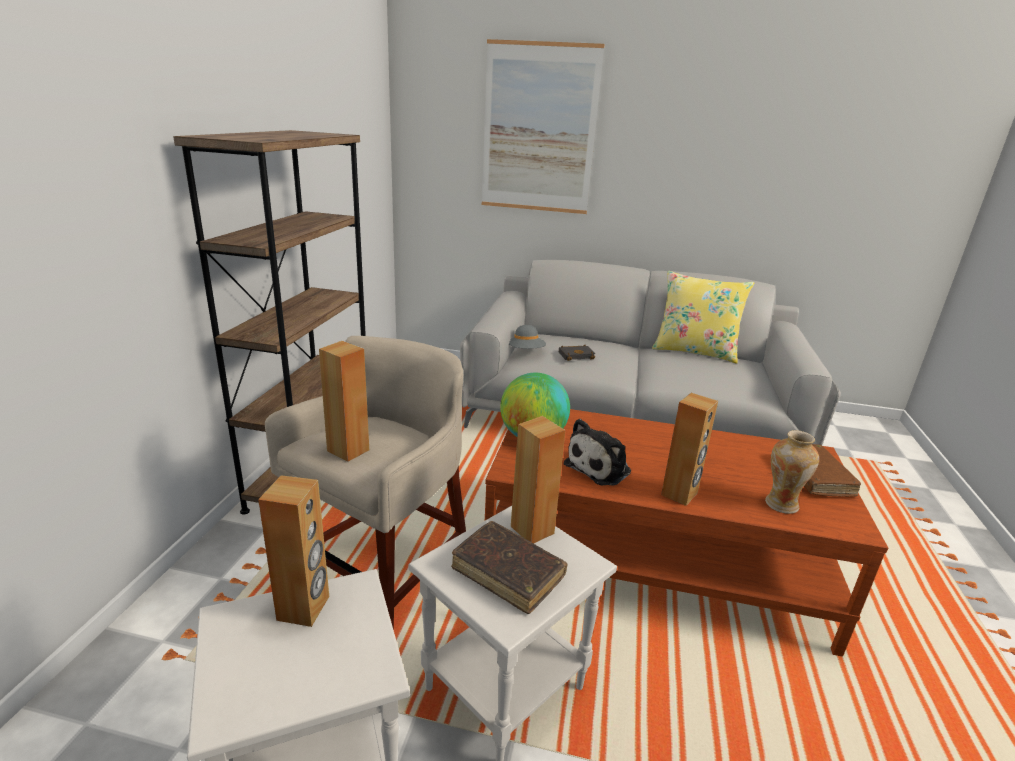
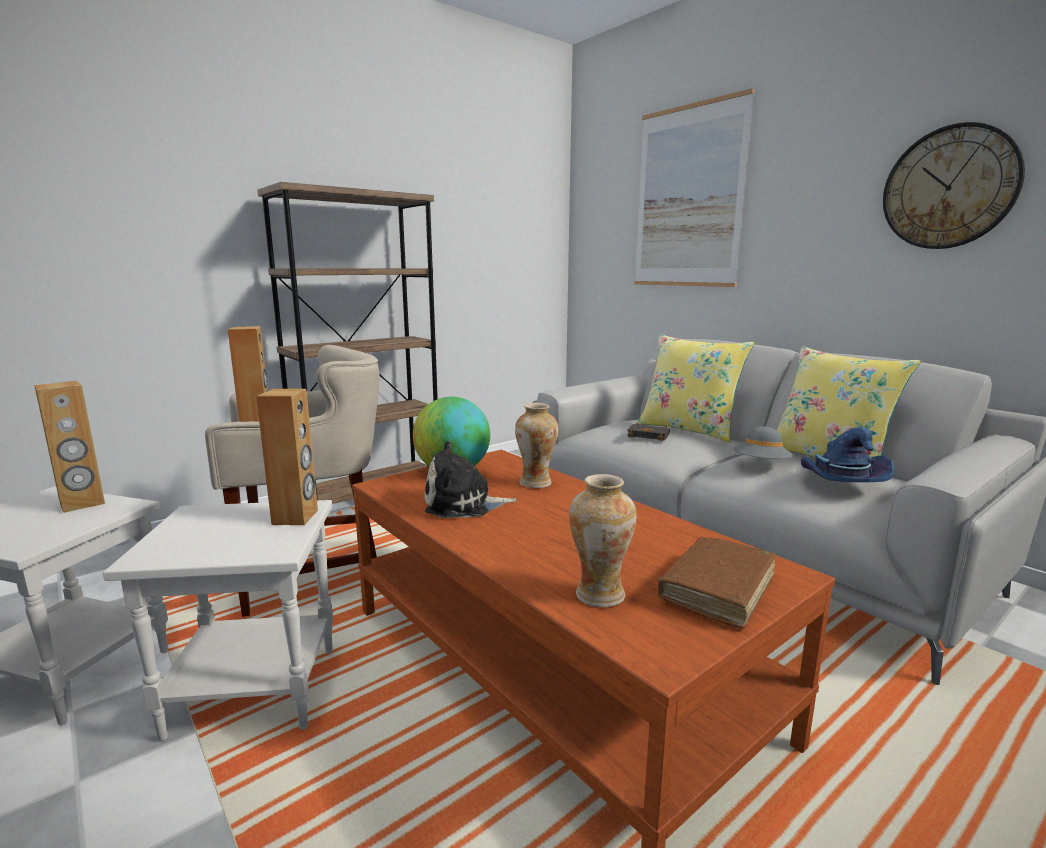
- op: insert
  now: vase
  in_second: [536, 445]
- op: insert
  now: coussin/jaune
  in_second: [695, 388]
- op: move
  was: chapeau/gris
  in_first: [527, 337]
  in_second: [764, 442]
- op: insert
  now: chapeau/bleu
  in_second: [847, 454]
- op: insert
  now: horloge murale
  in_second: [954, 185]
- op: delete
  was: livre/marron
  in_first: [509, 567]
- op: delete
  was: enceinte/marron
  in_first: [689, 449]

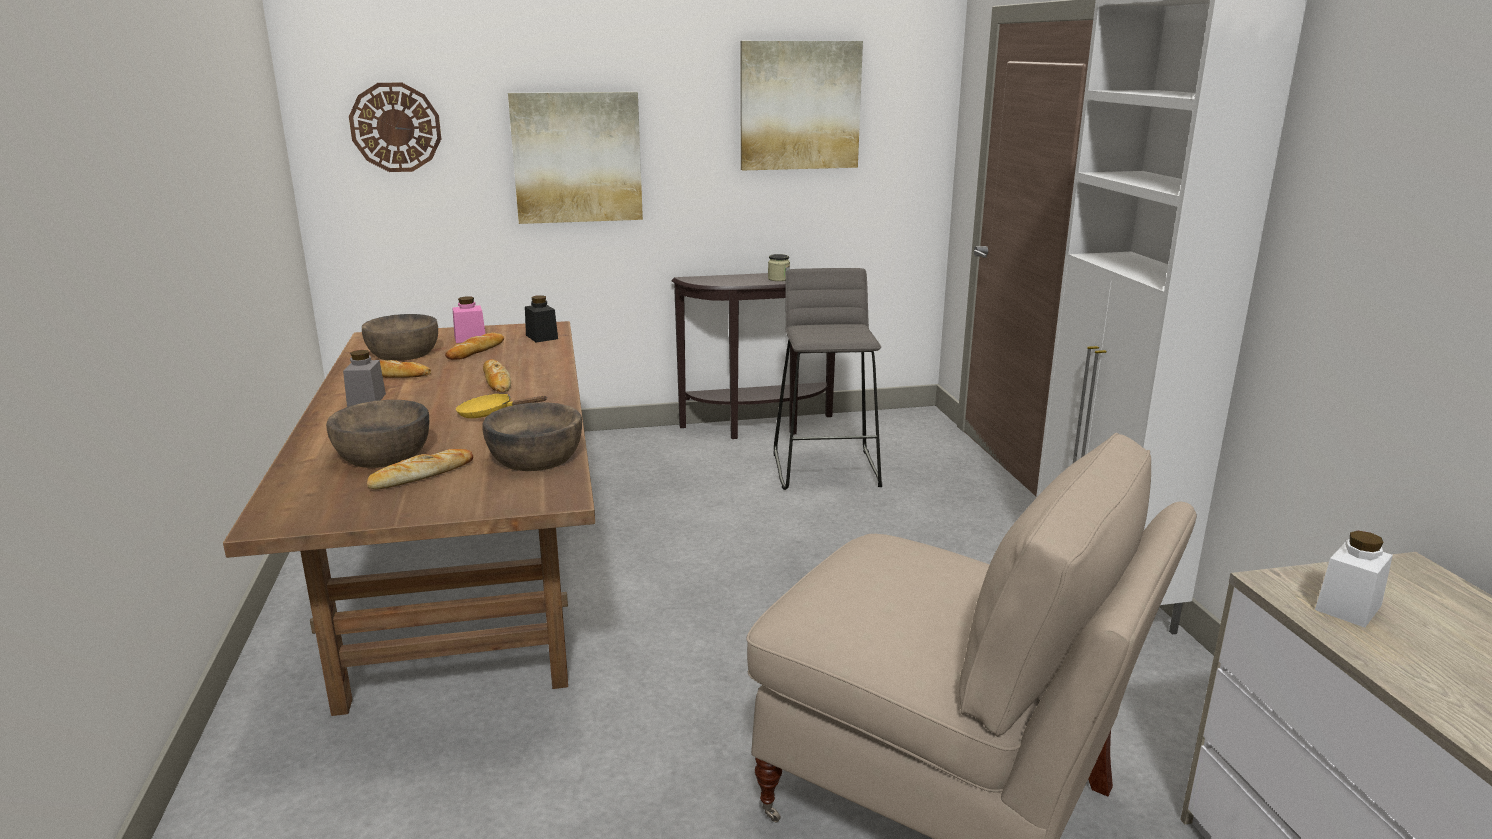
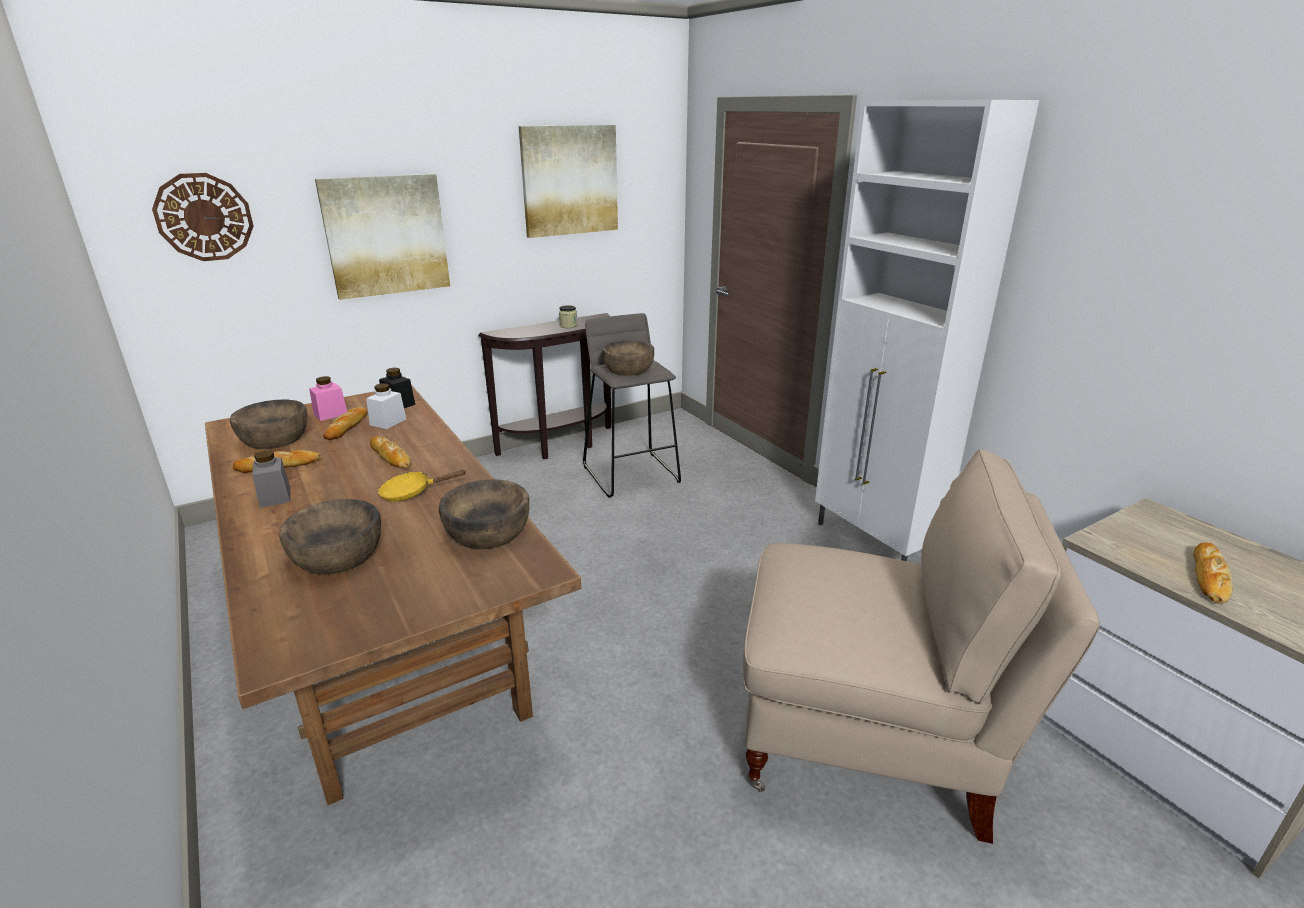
- op: move
  was: bocal/blanc
  in_first: [1354, 579]
  in_second: [386, 406]
- op: insert
  now: bol/marron
  in_second: [628, 358]
- op: move
  was: pain
  in_first: [420, 469]
  in_second: [1213, 573]

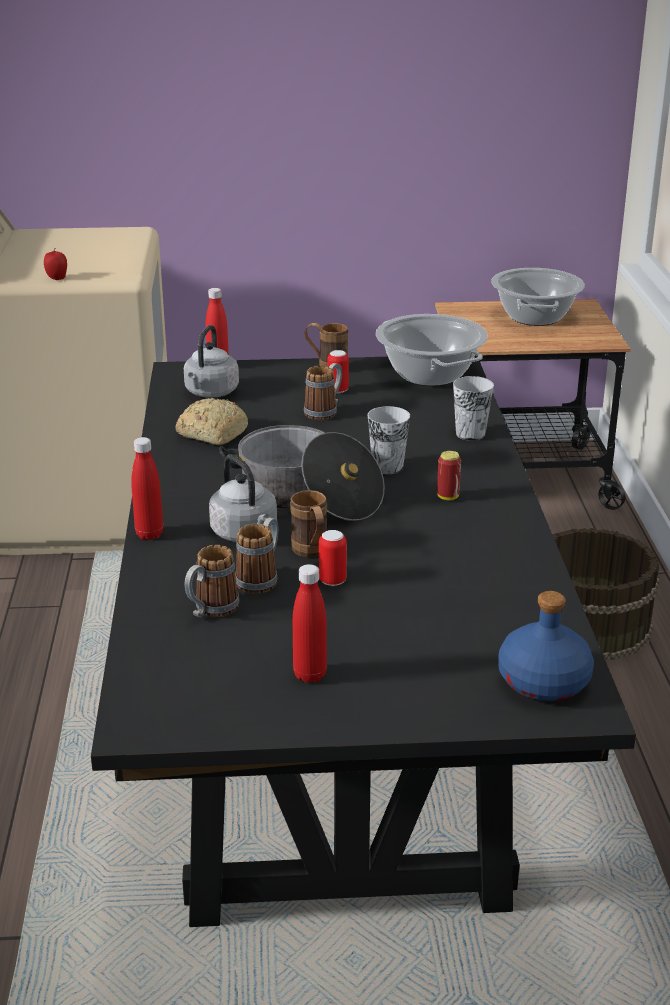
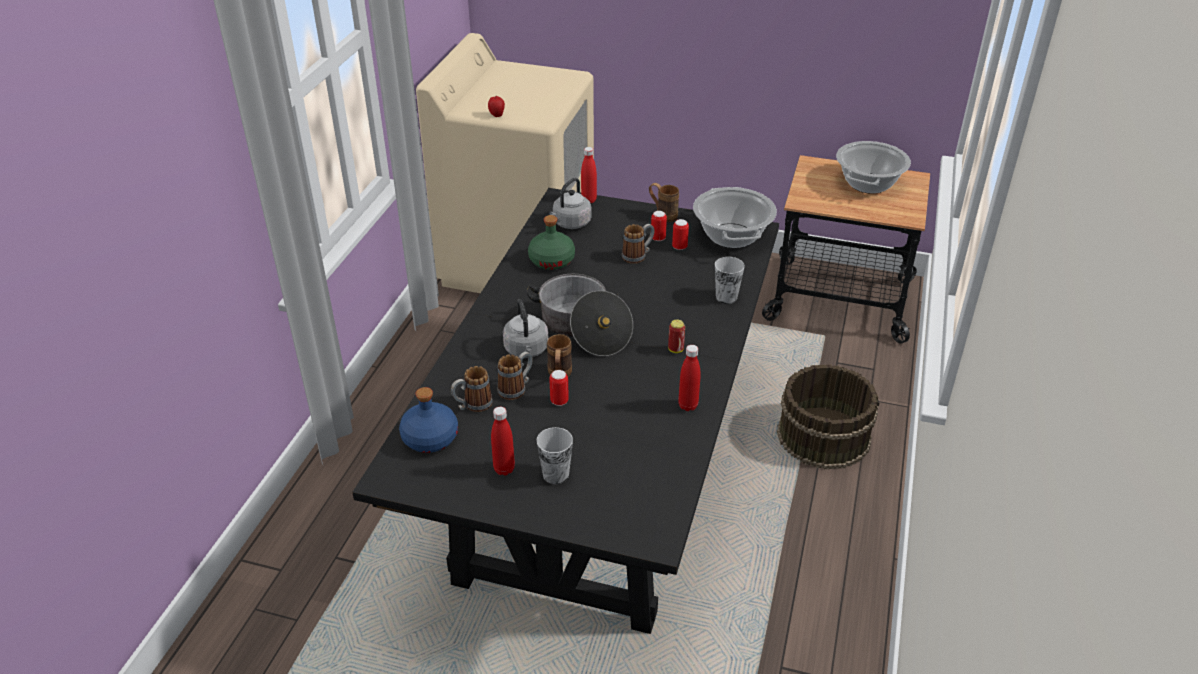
- op: move
  was: bouteille/bleu
  in_first: [546, 646]
  in_second: [428, 420]
- op: replace
  was: pain
  now: bouteille/vert
  in_first: [211, 421]
  in_second: [551, 242]
- op: move
  was: tasse
  in_first: [388, 440]
  in_second: [555, 455]
- op: insert
  now: boîte métallique
  in_second: [680, 234]
- op: move
  was: bouteille/rouge
  in_first: [147, 488]
  in_second: [689, 378]

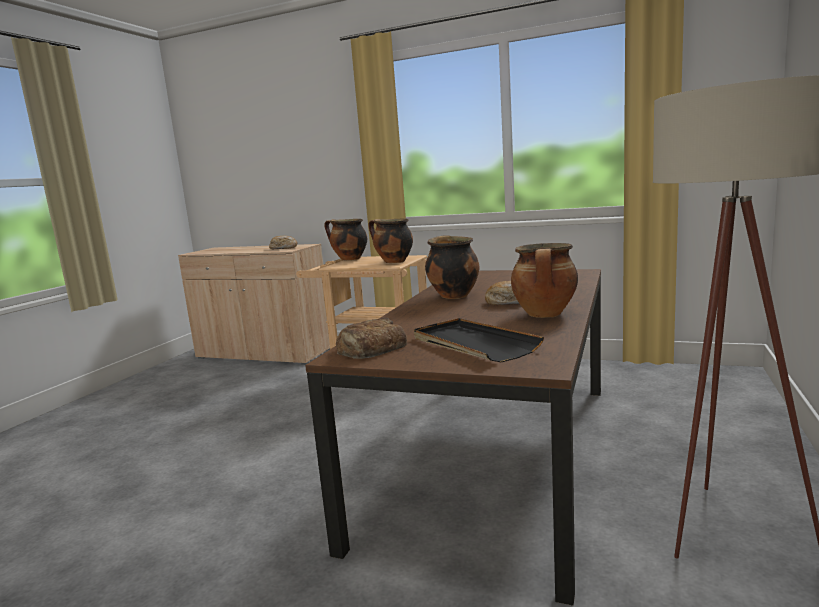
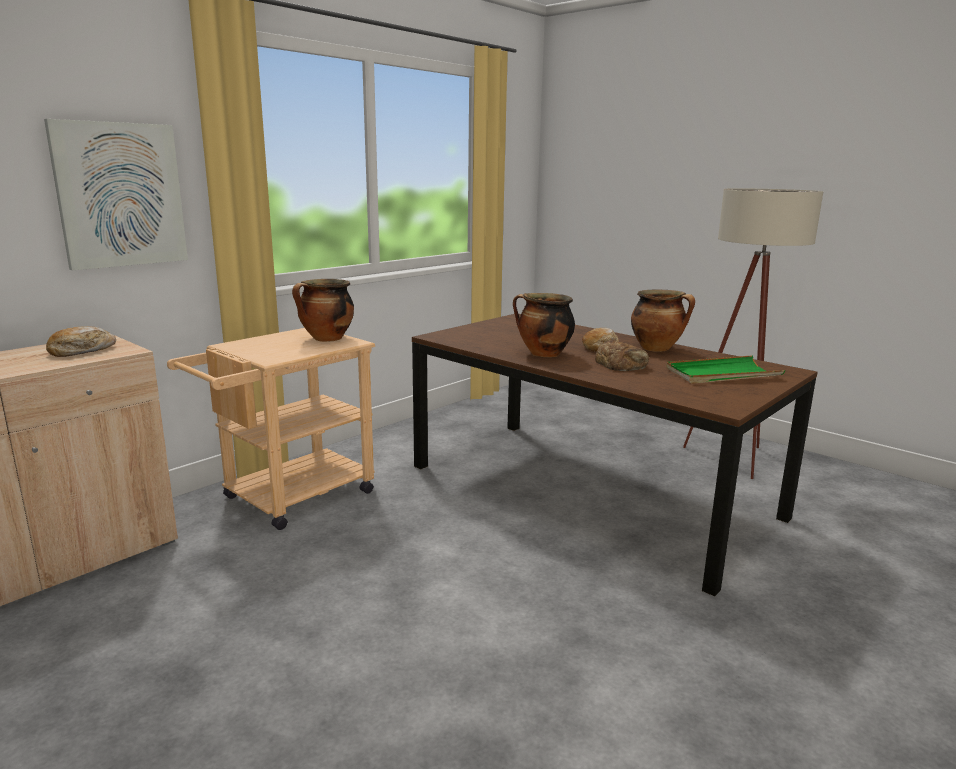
- op: insert
  now: tableau
  in_second: [116, 194]
- op: move
  was: pain
  in_first: [371, 338]
  in_second: [622, 355]
- op: recolor
  was: plateau/noir
  now: plateau/vert
  in_first: [479, 340]
  in_second: [726, 369]
- op: delete
  was: marmite
  in_first: [345, 239]

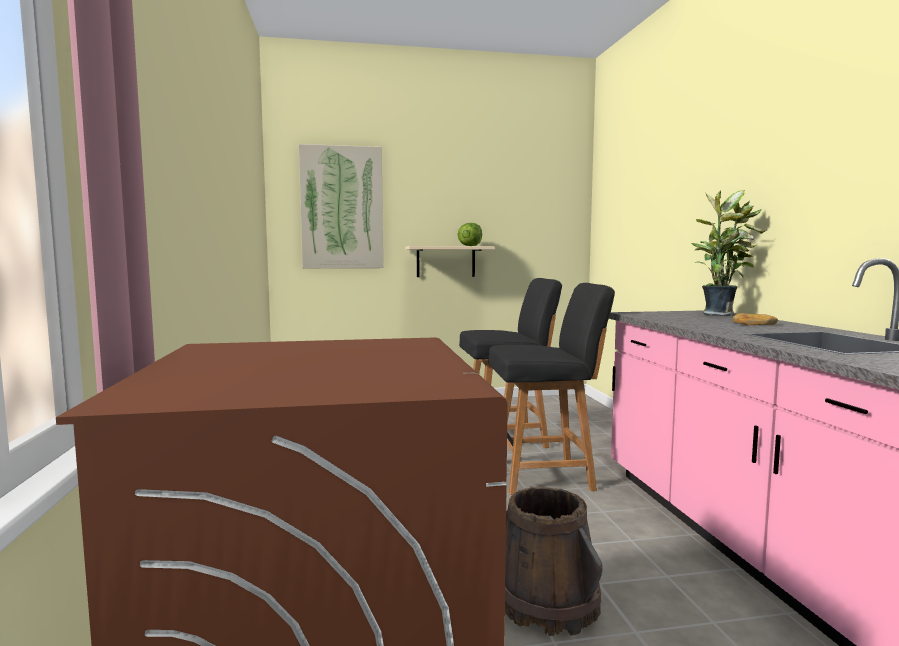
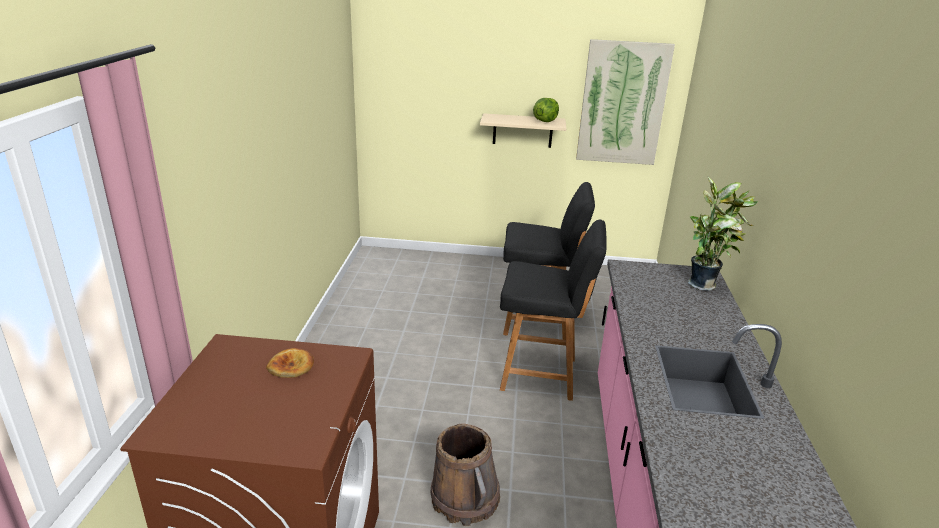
- op: move
  was: pain
  in_first: [755, 319]
  in_second: [290, 363]
- op: move
  was: tableau
  in_first: [341, 206]
  in_second: [625, 102]

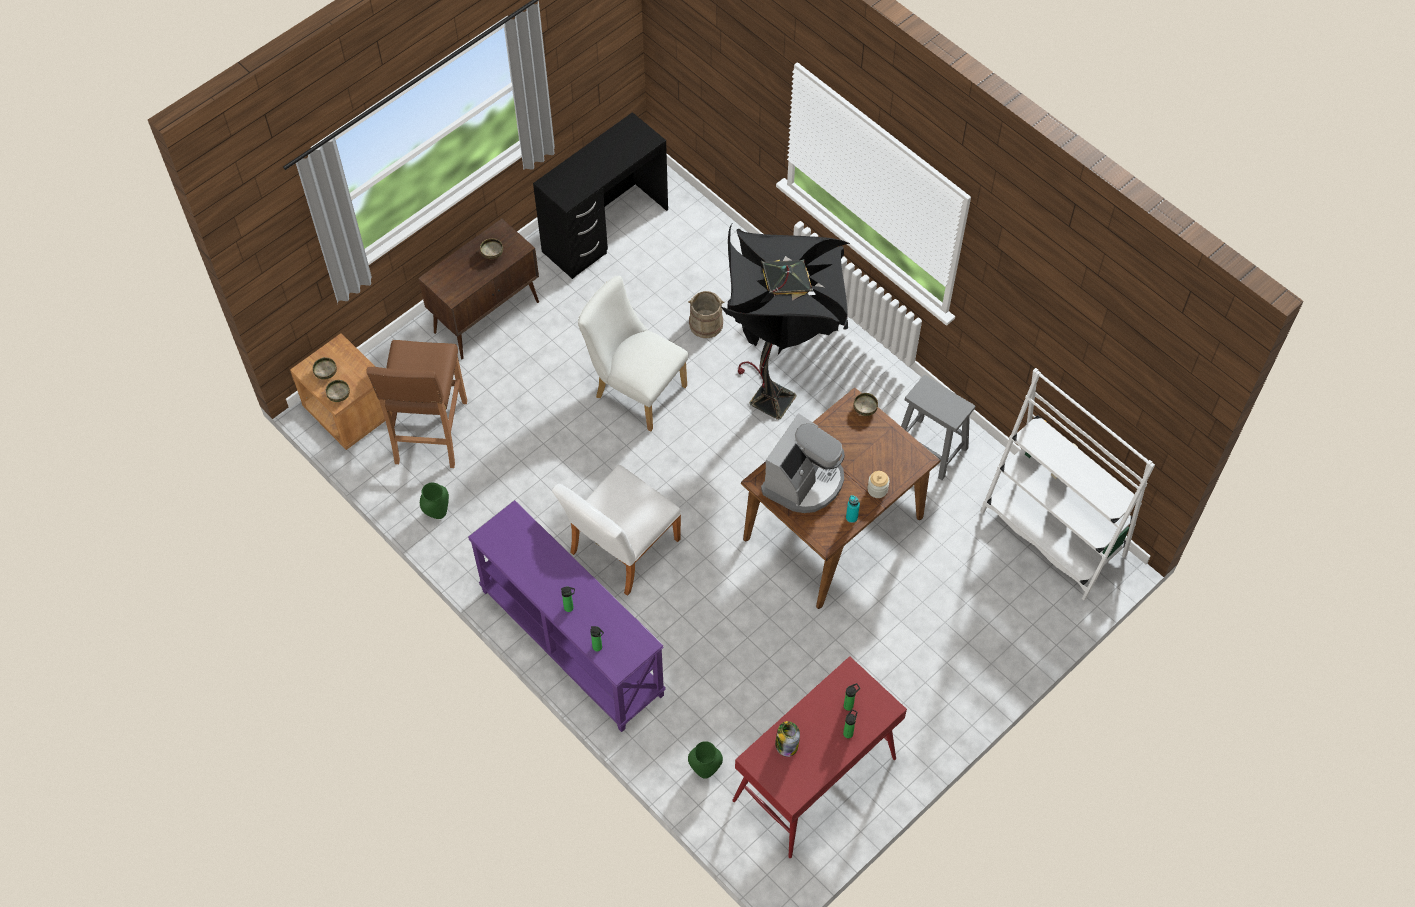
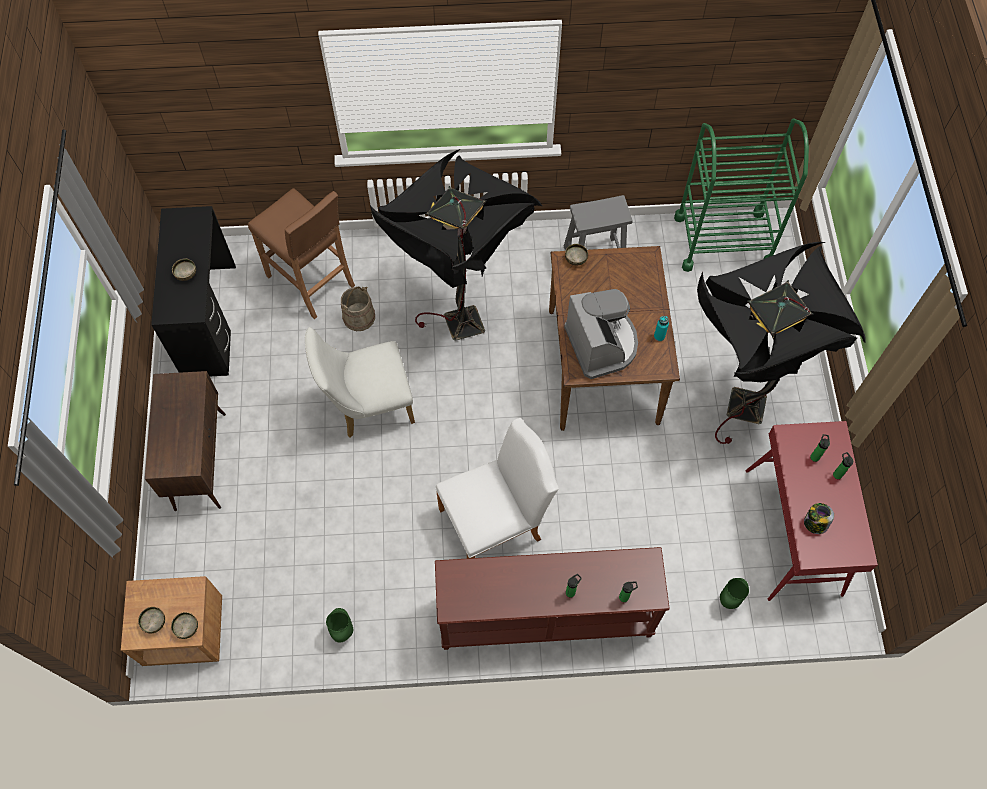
- op: move
  was: bol
  in_first: [491, 248]
  in_second: [184, 270]
- op: move
  was: tabouret/marron
  in_first: [416, 404]
  in_second: [301, 253]
- op: recolor
  was: table console/violet
  now: table console/marron
  in_first: [567, 616]
  in_second: [552, 598]
- op: rotate
  was: chaise/blanc
  in_first: [616, 530]
  in_second: [497, 488]
  clockwise: -105
- op: replace
  was: bibliothèque/blanc
  now: chariot/vert
  in_first: [1067, 484]
  in_second: [741, 195]
- op: insert
  now: lampadaire/noir
  in_second: [781, 343]
- op: delete
  was: bocal
  in_first: [878, 484]

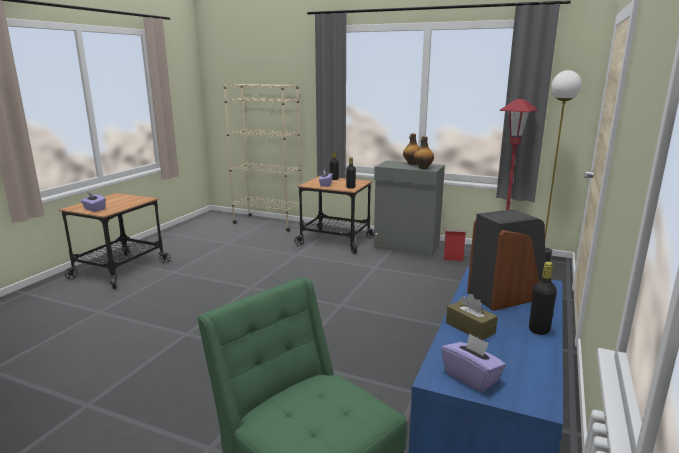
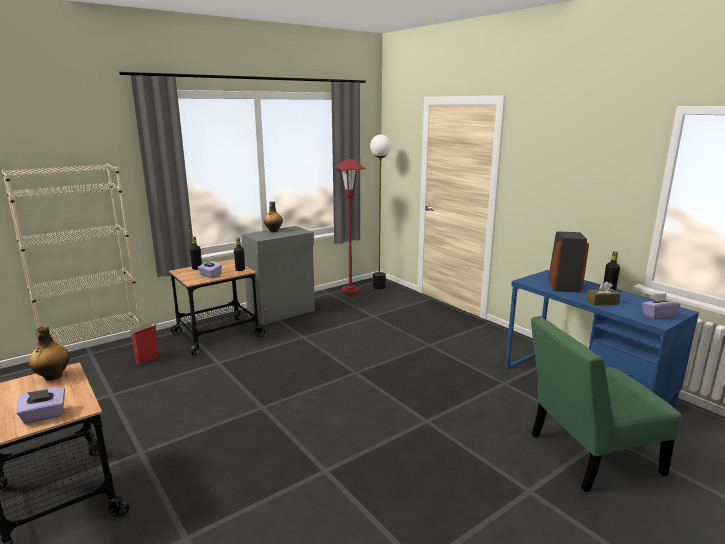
- op: move
  was: bouteille
  in_first: [424, 152]
  in_second: [49, 353]
- op: move
  was: carton
  in_first: [455, 245]
  in_second: [144, 344]

